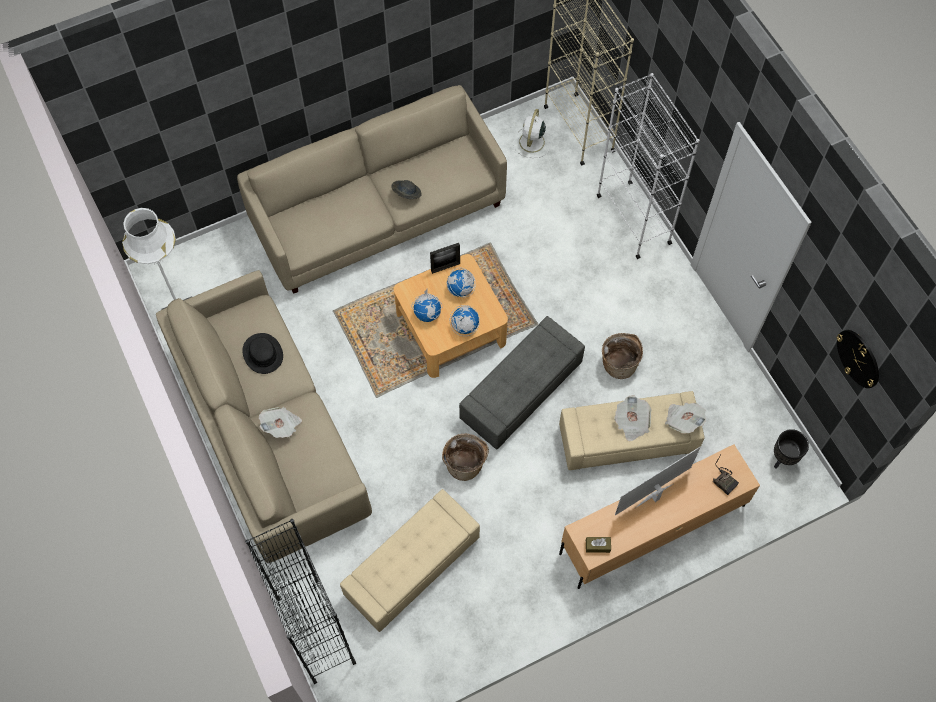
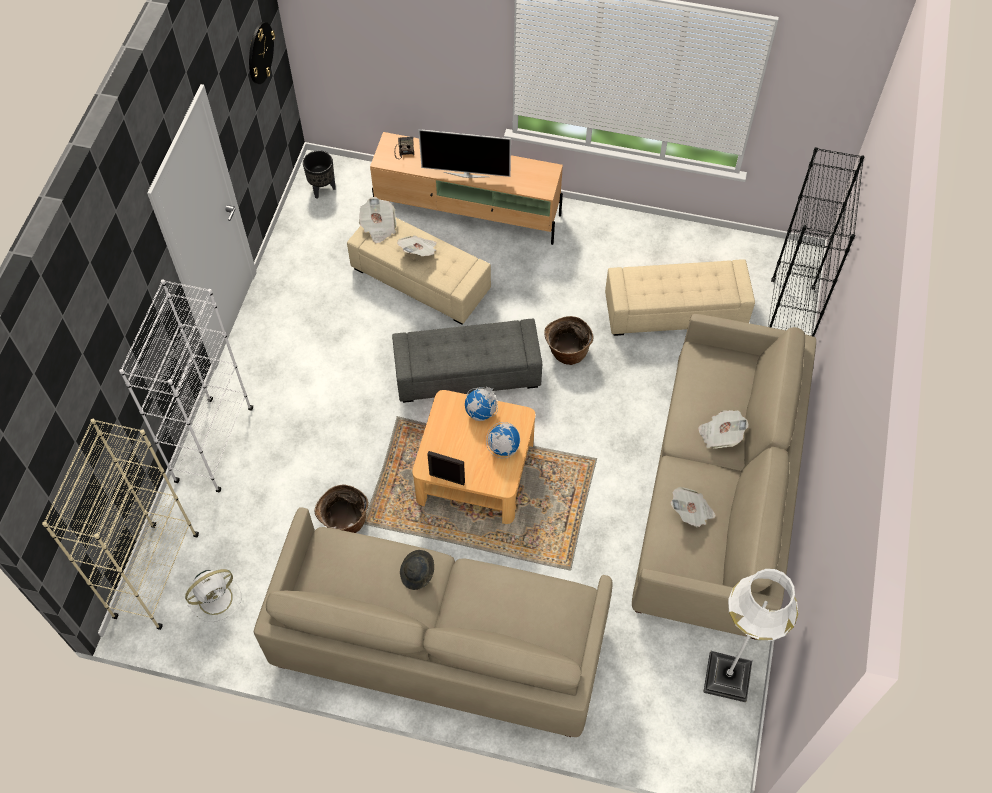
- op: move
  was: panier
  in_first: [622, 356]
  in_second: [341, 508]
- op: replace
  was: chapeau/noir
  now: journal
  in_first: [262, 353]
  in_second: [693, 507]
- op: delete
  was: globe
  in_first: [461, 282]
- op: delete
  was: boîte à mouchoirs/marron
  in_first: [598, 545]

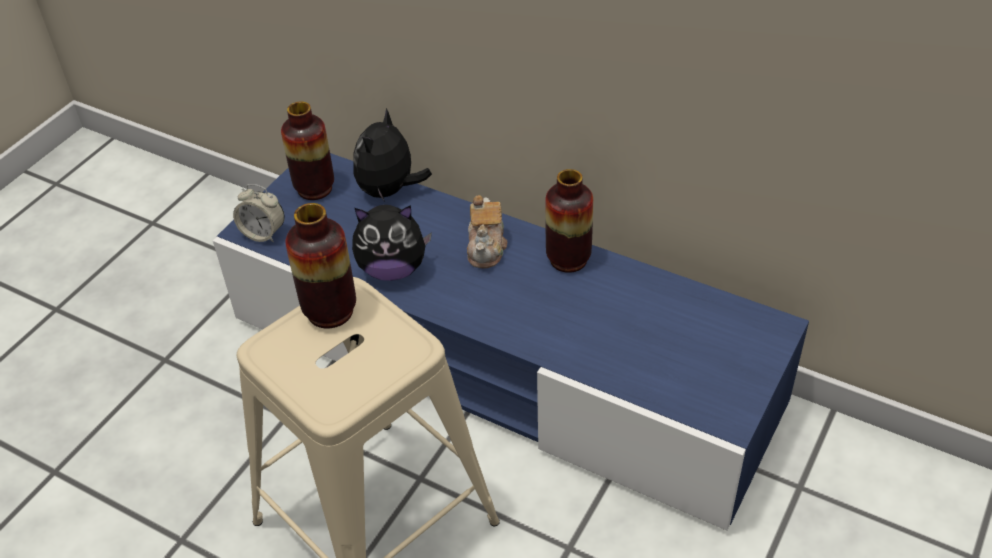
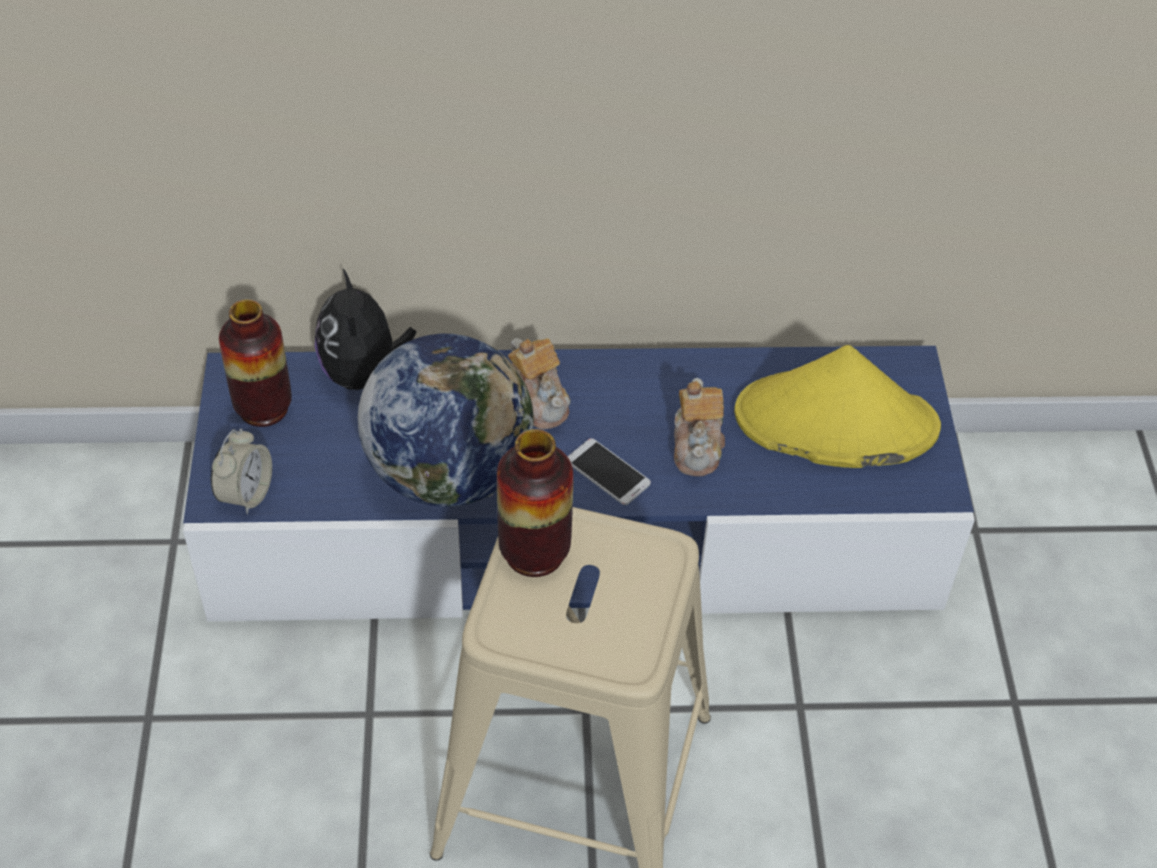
- op: rotate
  was: réveil
  in_first: [259, 213]
  in_second: [241, 471]
  clockwise: -60
- op: replace
  was: peluche
  now: globe
  in_first: [392, 243]
  in_second: [446, 420]
- op: insert
  now: téléphone
  in_second: [609, 471]
- op: insert
  now: théière
  in_second: [699, 427]
- op: insert
  now: chapeau/jaune
  in_second: [837, 406]
- op: delete
  was: vase
  in_first: [569, 221]

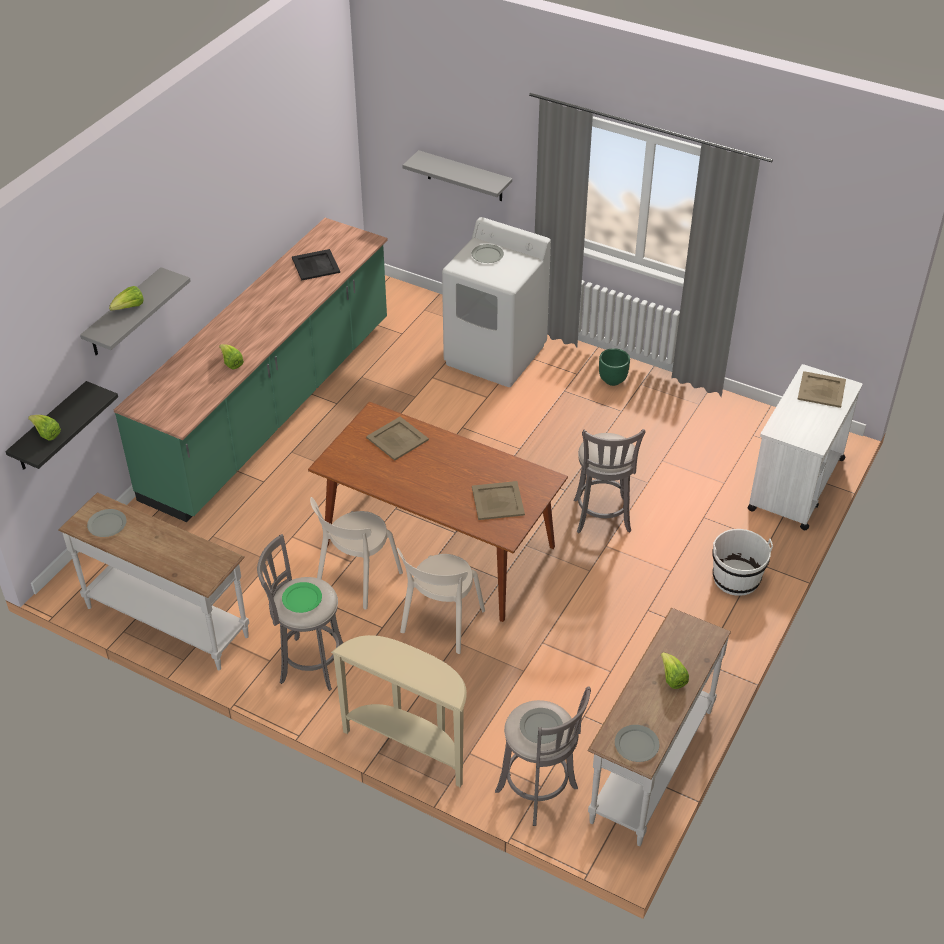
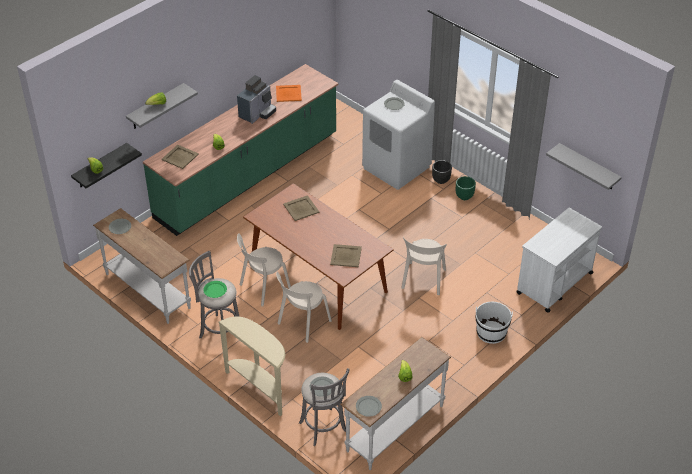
- op: move
  was: plateau/beige
  in_first: [821, 389]
  in_second: [180, 157]
- op: insert
  now: machine à café
  in_second: [256, 99]
- op: recolor
  was: plateau/noir
  now: plateau/orange
  in_first: [316, 264]
  in_second: [289, 93]
- op: replace
  was: tabouret/gris
  now: chaise/beige
  in_first: [609, 481]
  in_second: [424, 266]
- op: insert
  now: cache-pot/noir
  in_second: [442, 172]
- op: move
  was: étagère/gris
  in_first: [457, 175]
  in_second: [584, 166]

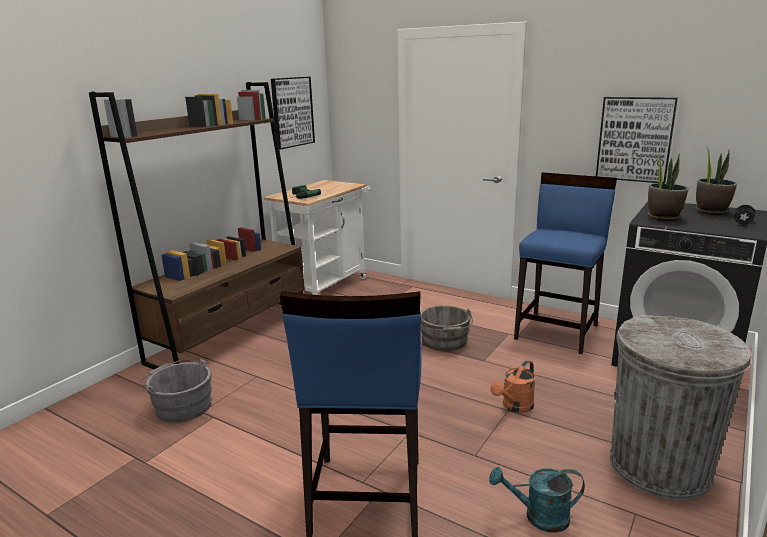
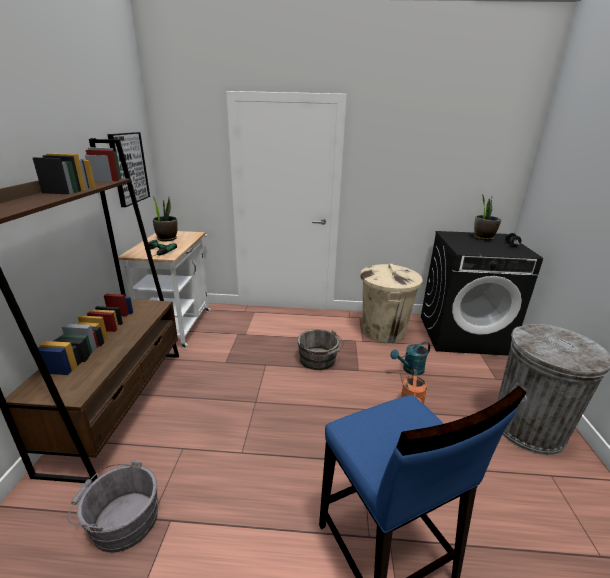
- op: move
  was: plante en pot
  in_first: [668, 185]
  in_second: [165, 218]
- op: replace
  was: tabouret/bleu
  now: poubelle/beige
  in_first: [565, 263]
  in_second: [391, 303]
- op: move
  was: arrosoir/turquoise
  in_first: [537, 500]
  in_second: [410, 358]
- op: delete
  was: tableau
  in_first: [637, 140]

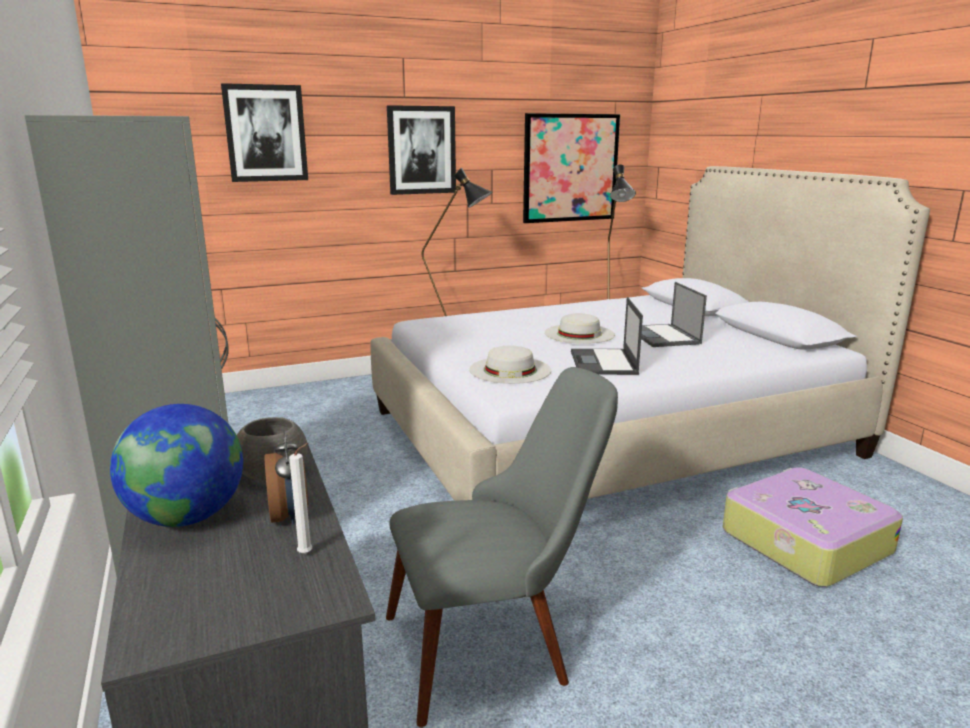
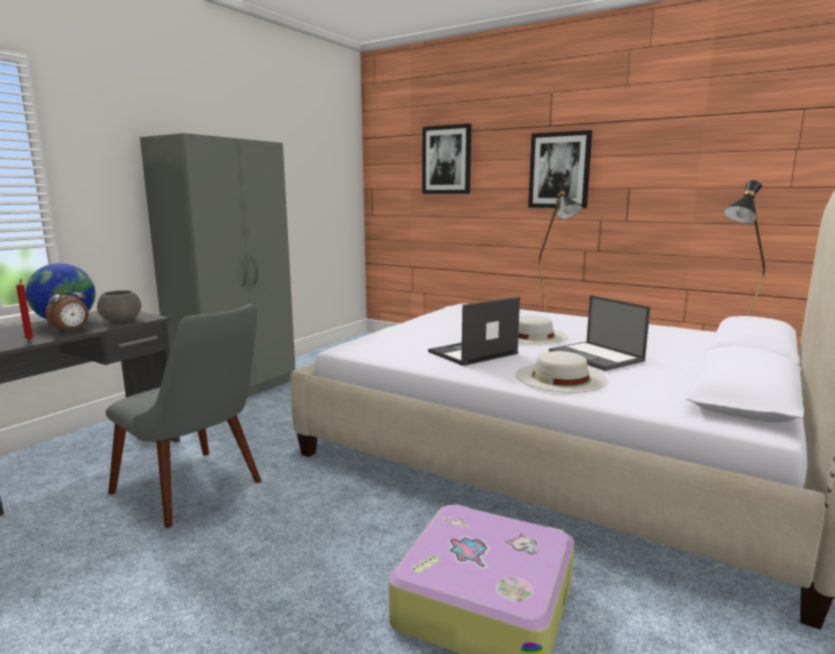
- op: recolor
  was: bougie/blanc
  now: bougie/rouge
  in_first: [300, 498]
  in_second: [24, 309]
- op: move
  was: chapeau/blanc
  in_first: [510, 364]
  in_second: [562, 372]
- op: rotate
  was: ordinateur portable
  in_first: [674, 314]
  in_second: [599, 333]
  clockwise: -75
- op: delete
  was: tableau
  in_first: [571, 168]

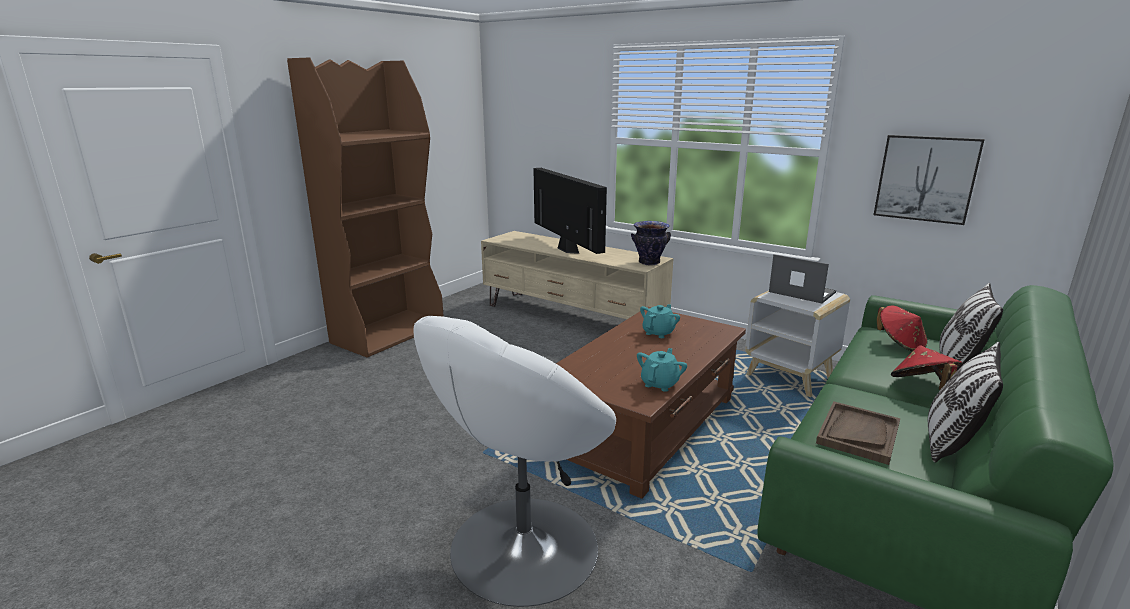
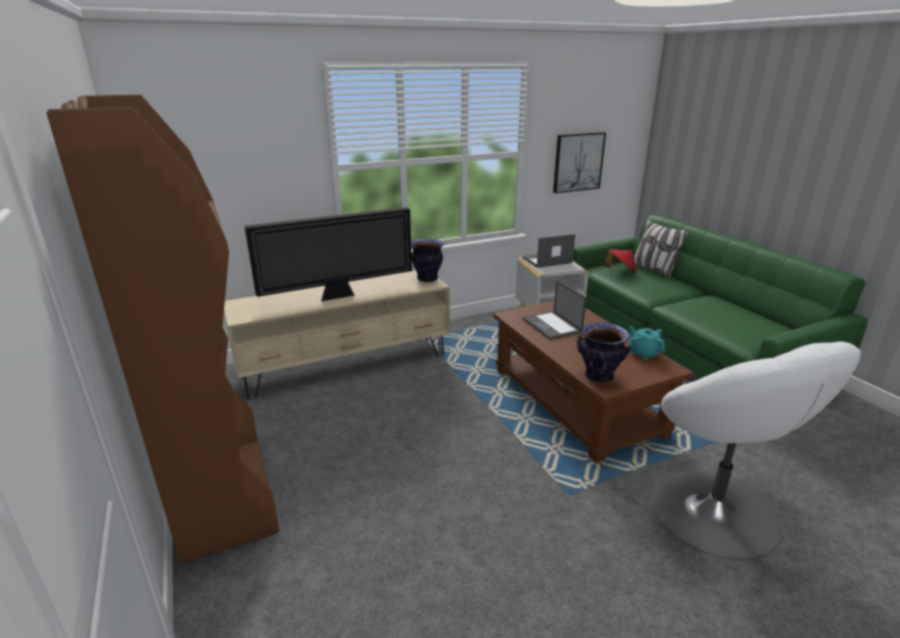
- op: rotate
  was: téléviseur
  in_first: [570, 211]
  in_second: [328, 254]
  clockwise: 150
- op: replace
  was: théière/turquoise
  now: ordinateur portable
  in_first: [660, 321]
  in_second: [555, 310]
- op: insert
  now: vase
  in_second: [604, 352]
- op: delete
  was: plateau/marron
  in_first: [858, 433]
- op: delete
  was: chapeau/rouge
  in_first: [927, 367]
- op: delete
  was: coussin
  in_first: [965, 402]

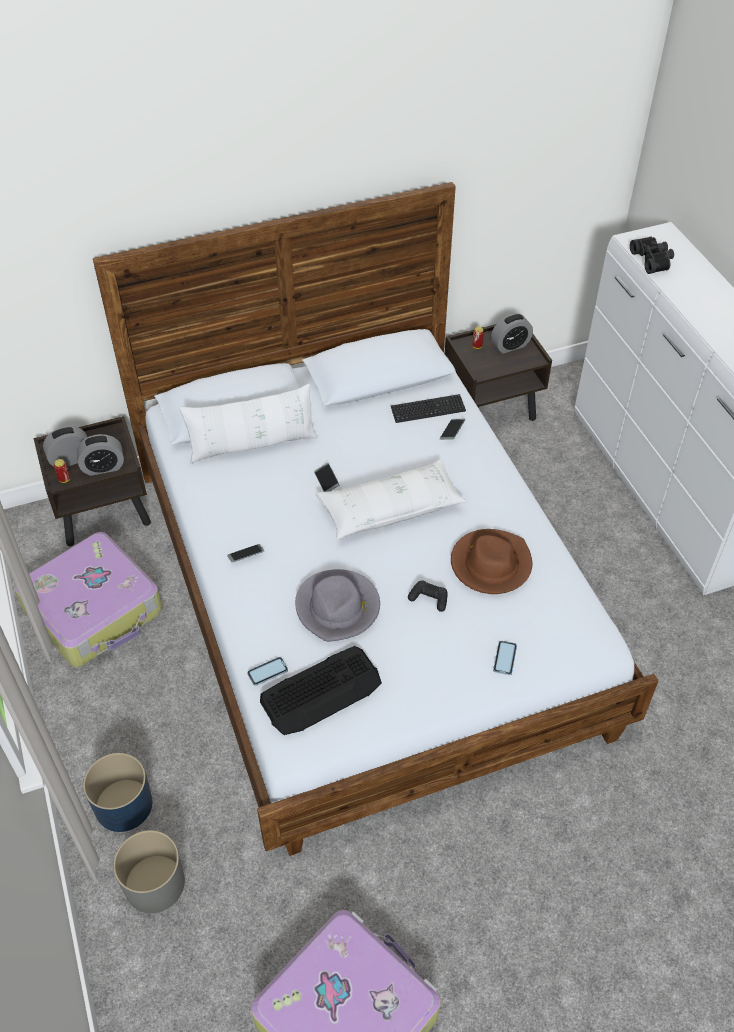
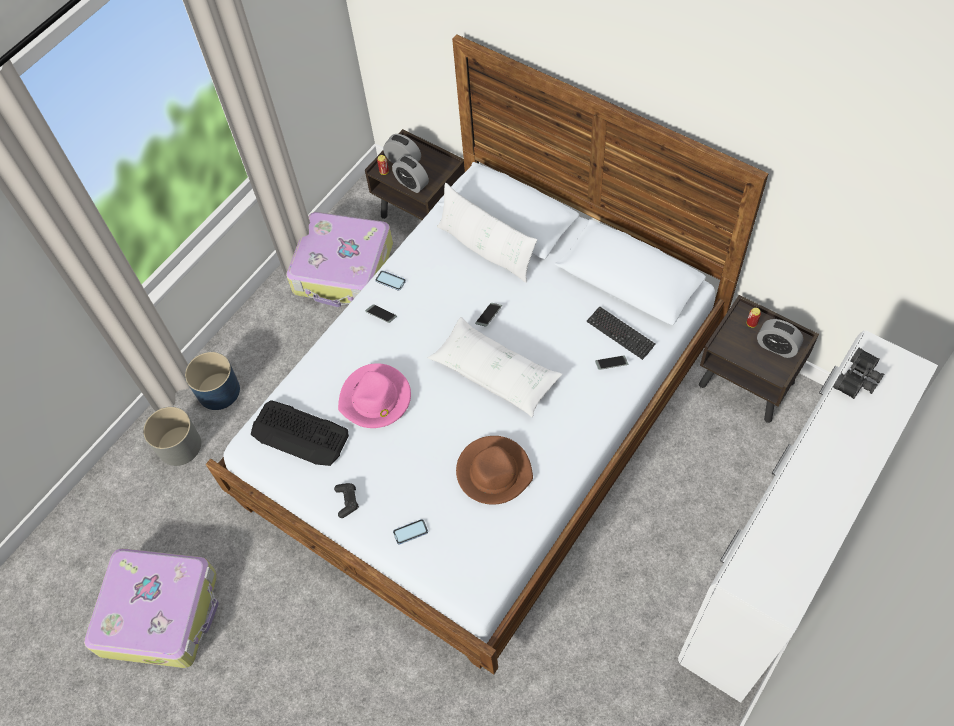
- op: move
  was: manette/noir
  in_first: [428, 596]
  in_second: [346, 500]
- op: recolor
  was: chapeau/gris
  now: chapeau/rose
  in_first: [337, 605]
  in_second: [374, 395]
- op: move
  was: téléphone
  in_first: [267, 671]
  in_second: [390, 281]

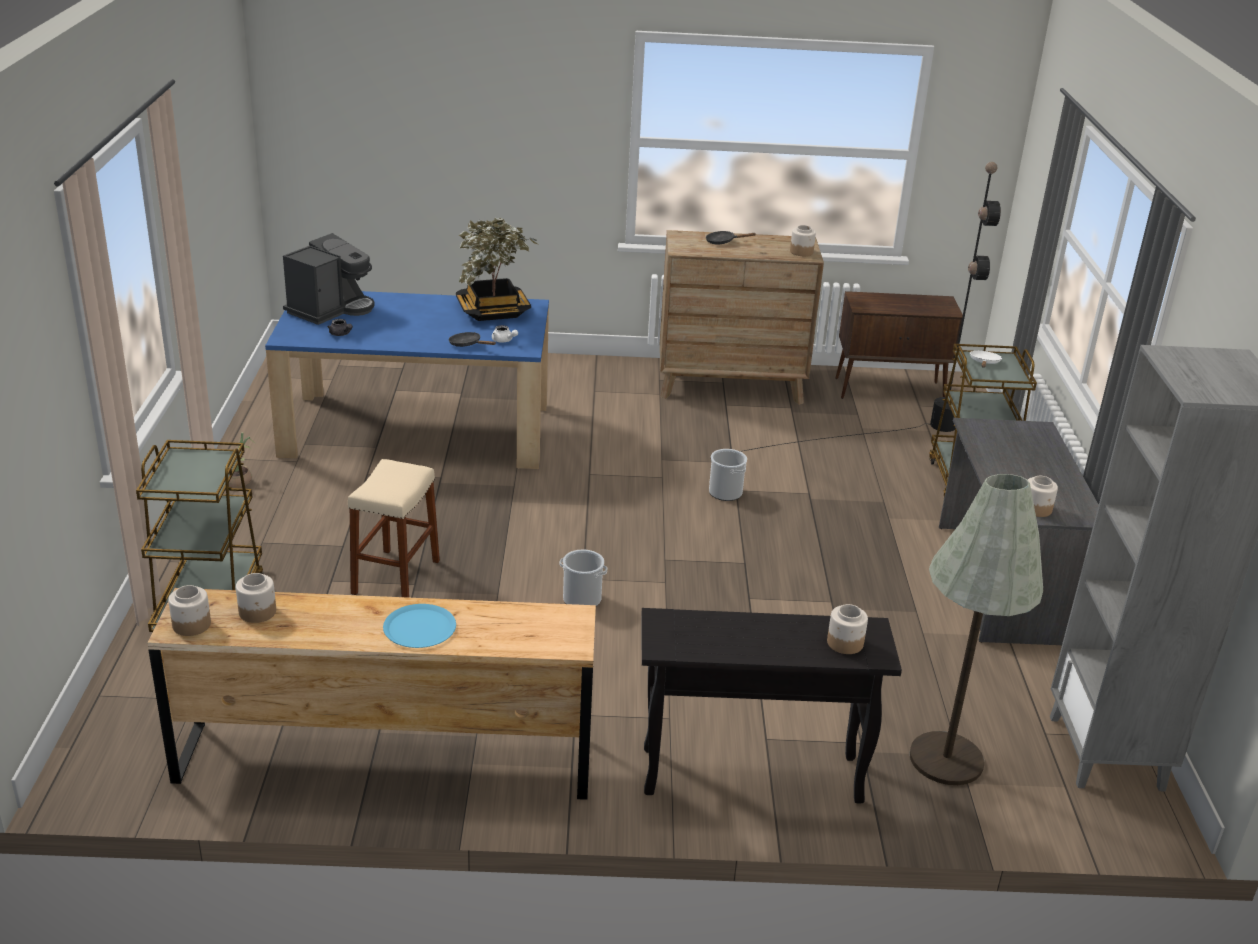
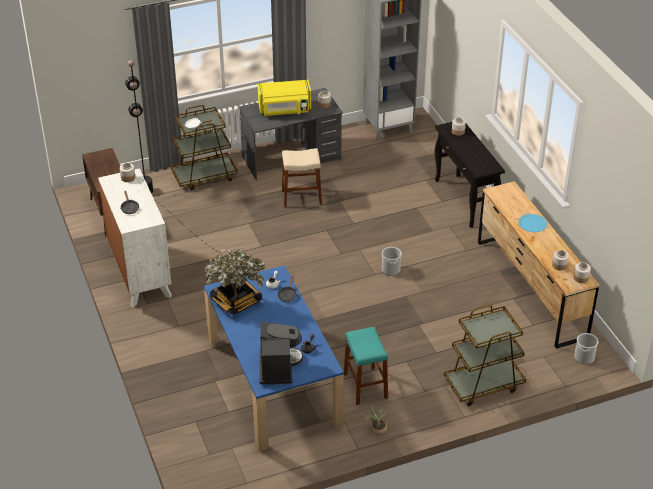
- op: recolor
  was: commode/marron
  now: commode/blanc
  in_first: [742, 317]
  in_second: [135, 237]
- op: insert
  now: micro-ondes/jaune
  in_second: [284, 98]
- op: rotate
  was: machine à café
  in_first: [329, 279]
  in_second: [281, 353]
  clockwise: 75
- op: move
  was: tabouret/beige
  in_first: [394, 528]
  in_second: [302, 177]
- op: insert
  now: tabouret/turquoise
  in_second: [366, 366]
- op: move
  was: seau
  in_first: [728, 475]
  in_second: [586, 348]
- op: delete
  was: lampadaire/gris
  in_first: [976, 629]

